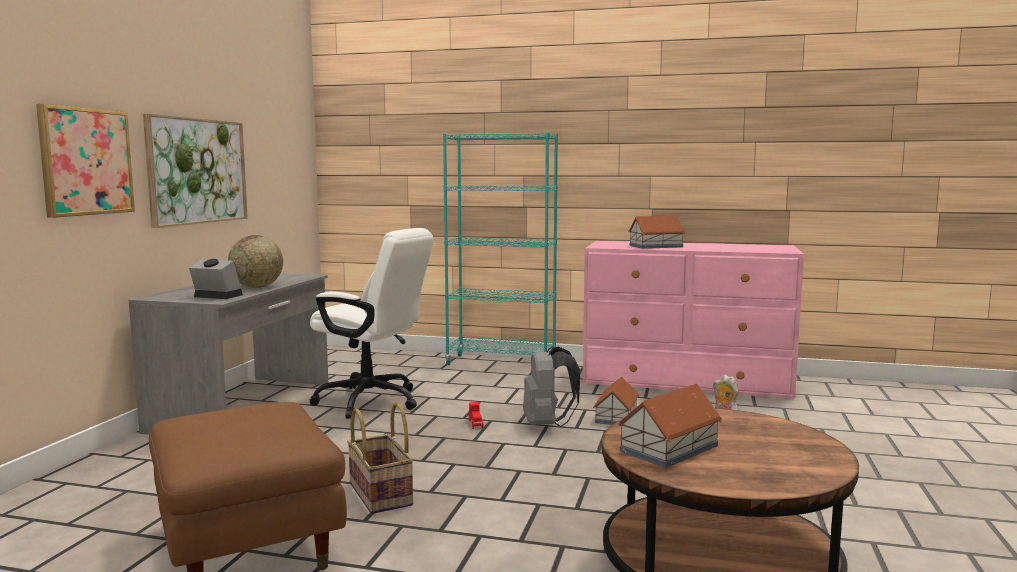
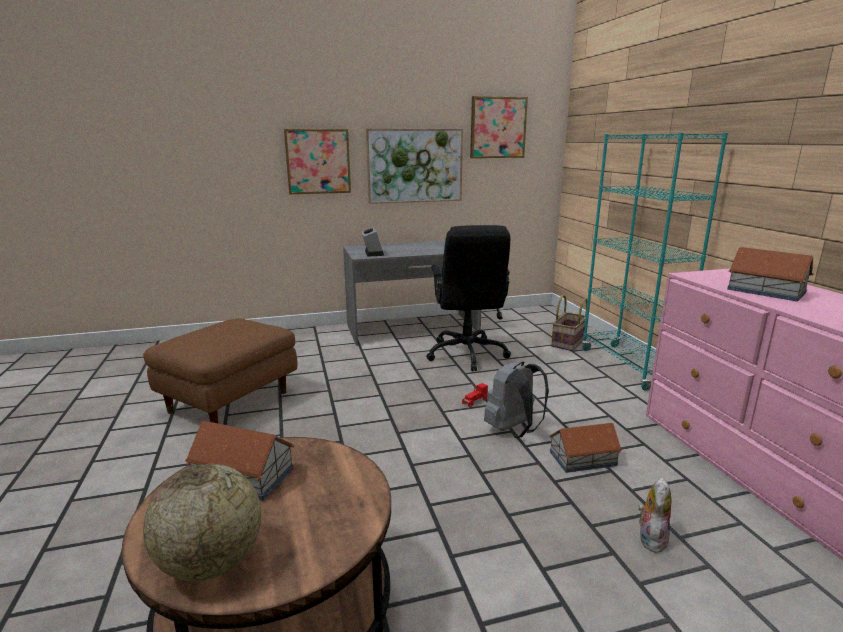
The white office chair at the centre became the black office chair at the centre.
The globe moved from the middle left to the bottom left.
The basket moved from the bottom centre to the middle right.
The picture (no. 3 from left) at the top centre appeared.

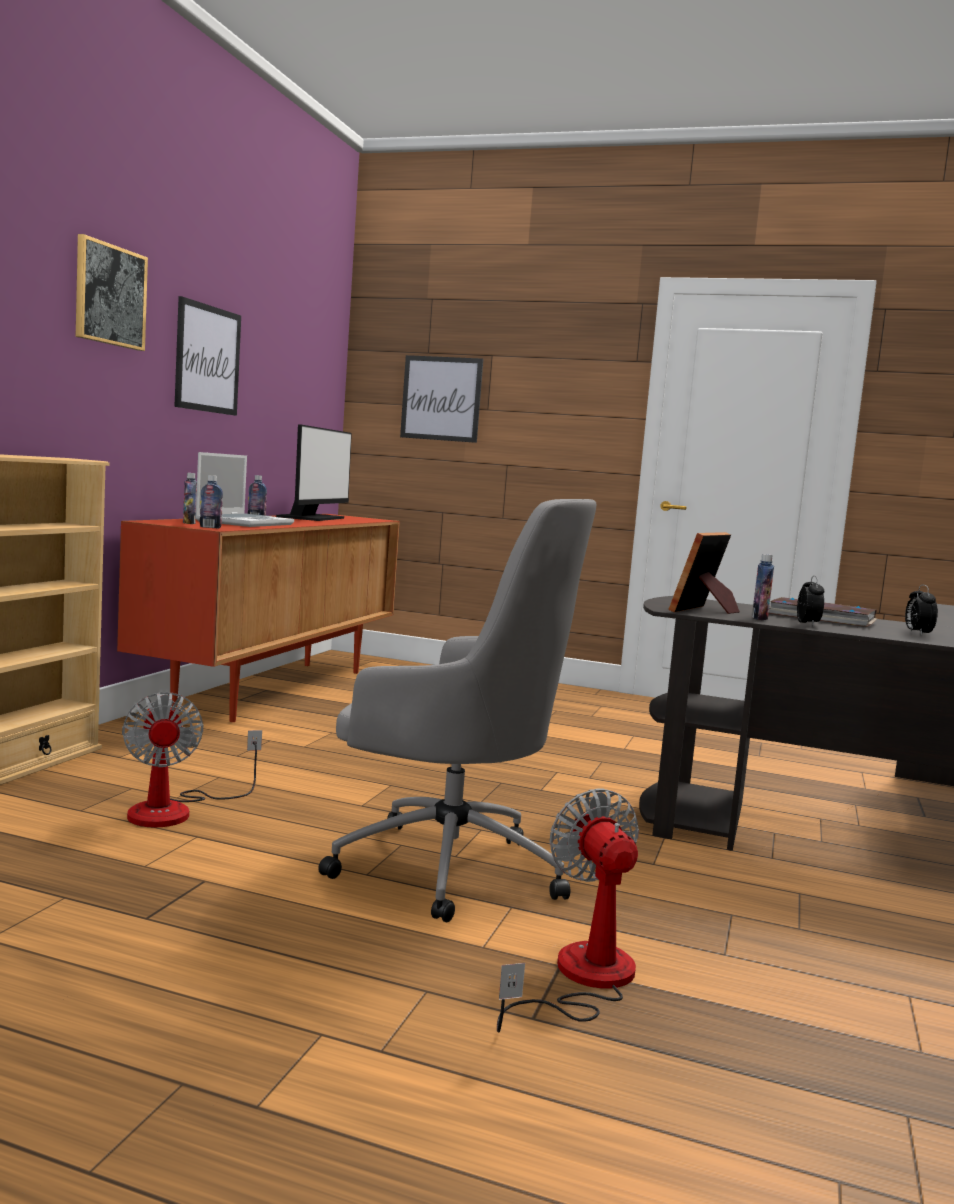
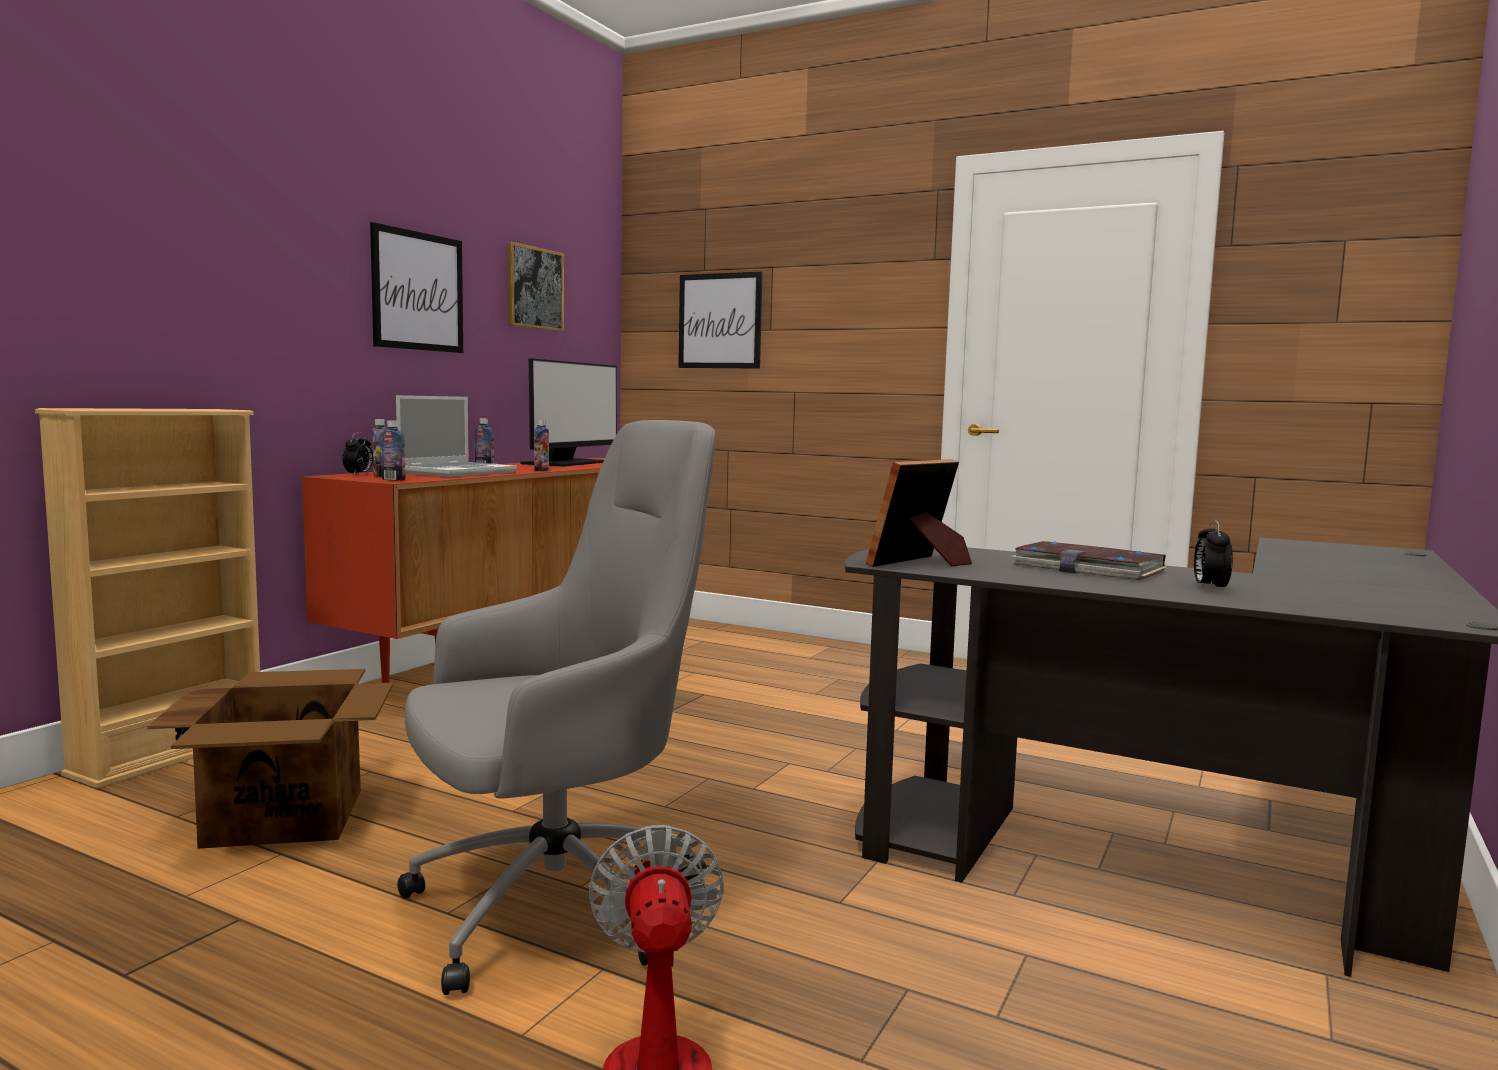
The picture (no. 1 from left in the first image) moved from the top left to the top centre.
The grey office chair at the centre turned 60 degrees counterclockwise.
The bottle (no. 4 from left) moved from the middle right to the centre.
The alarm clock (no. 1 from left) moved from the middle right to the middle left.
The fan (no. 1 from left) at the middle left was replaced by the cardboard box at the bottom left.

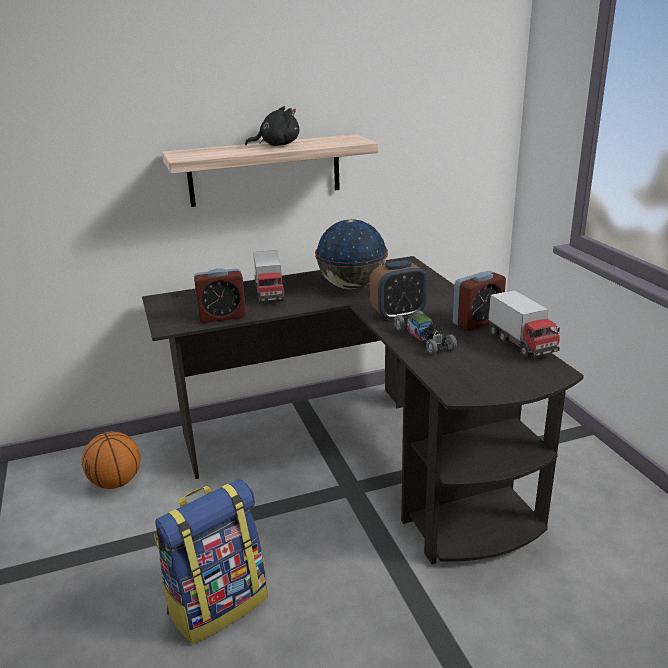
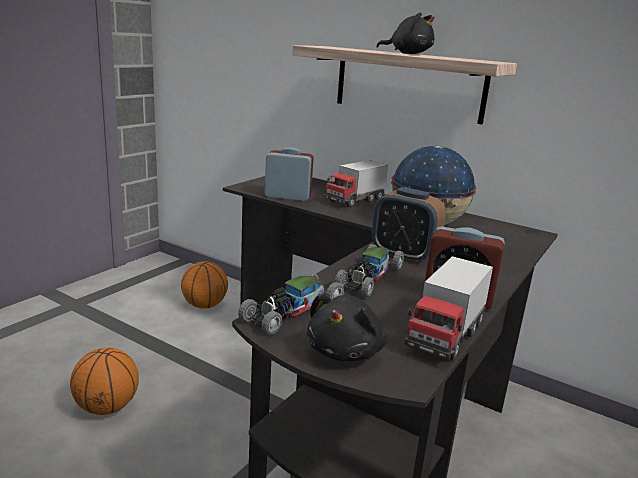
The alarm clock (no. 1 from left) at the middle left turned 150 degrees clockwise.
The backpack at the bottom left was replaced by the basketball (no. 1 from left) at the bottom left.
The toy car (no. 1 from left) at the centre appeared.
The black plush toy (no. 1 from left) at the bottom centre appeared.

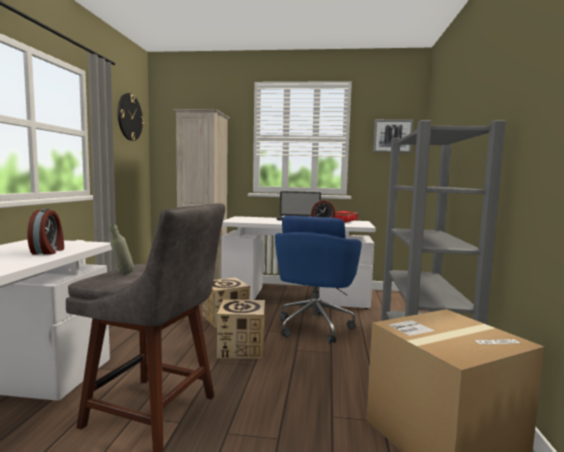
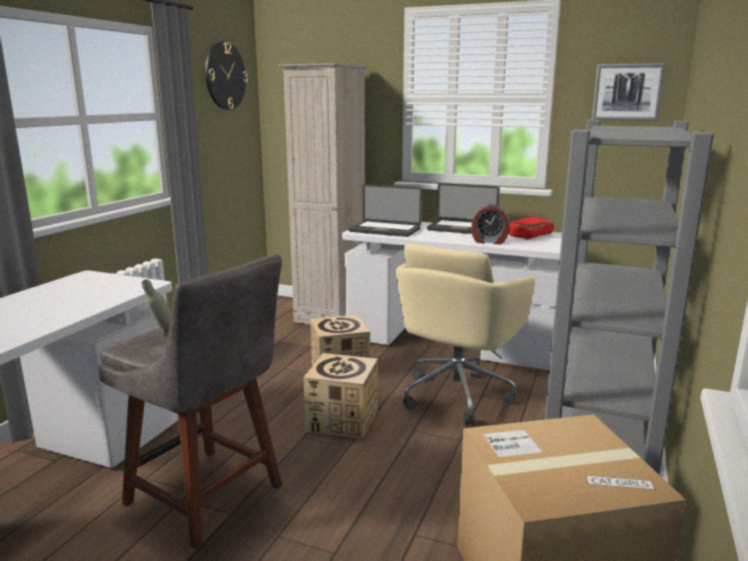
The alarm clock (no. 1 from left) at the middle left disappeared.
The blue office chair at the centre became the beige office chair at the centre.
The laptop (no. 1 from left) at the centre appeared.

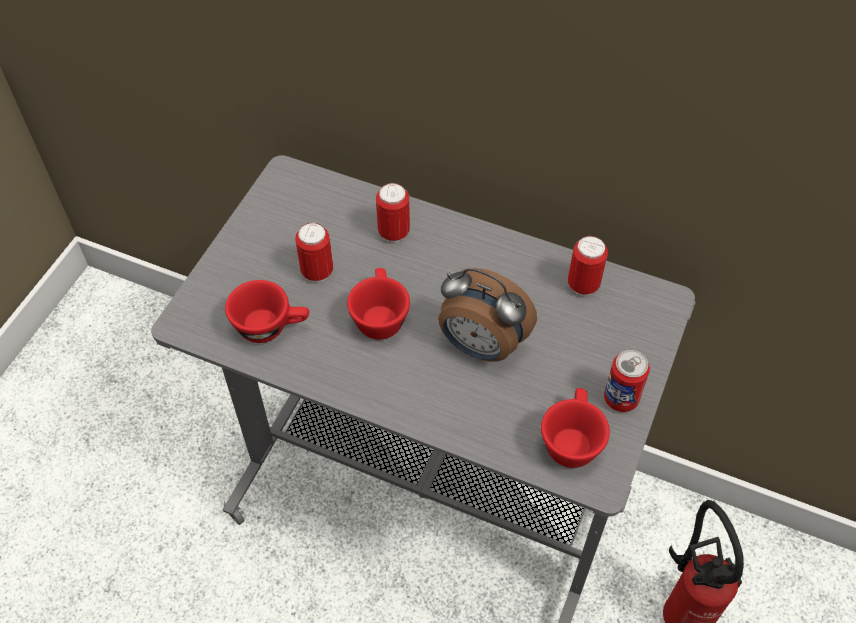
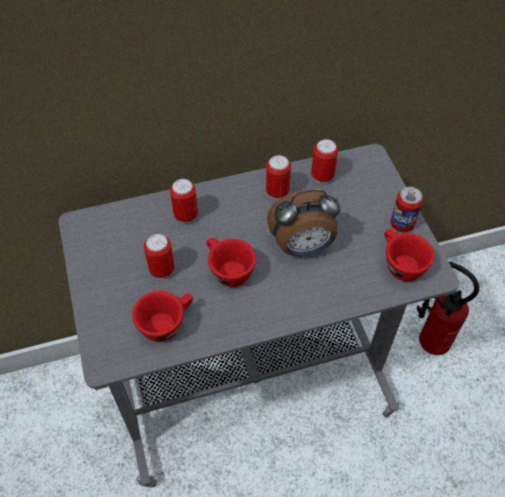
The can (no. 3 from left) at the centre appeared.

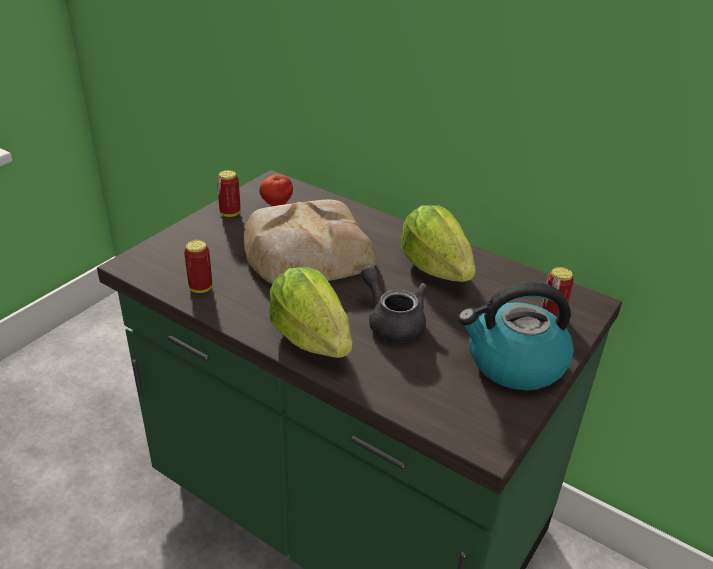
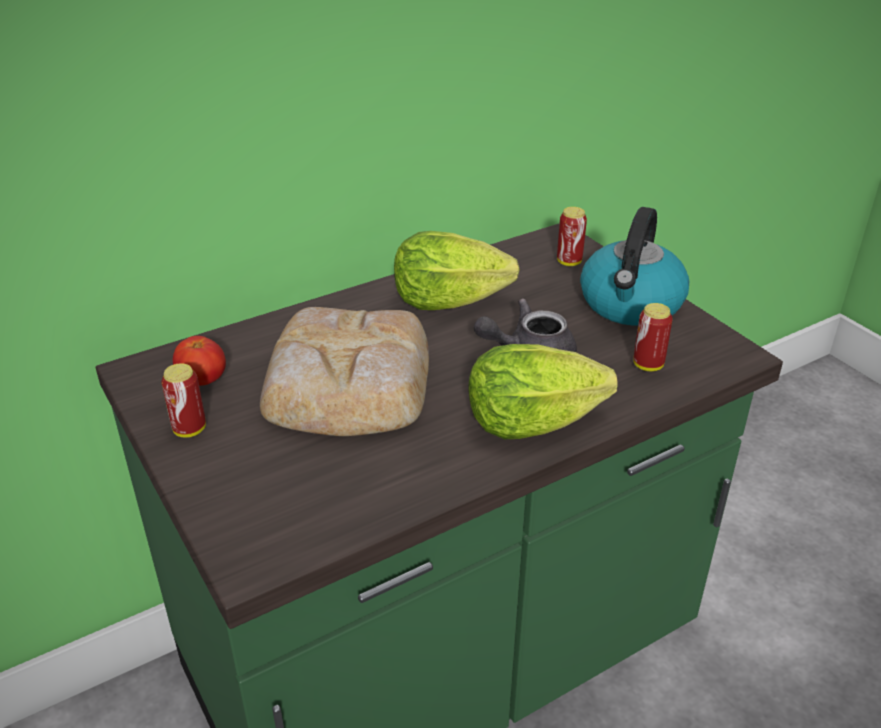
The can (no. 1 from left in the first image) moved from the middle left to the middle right.

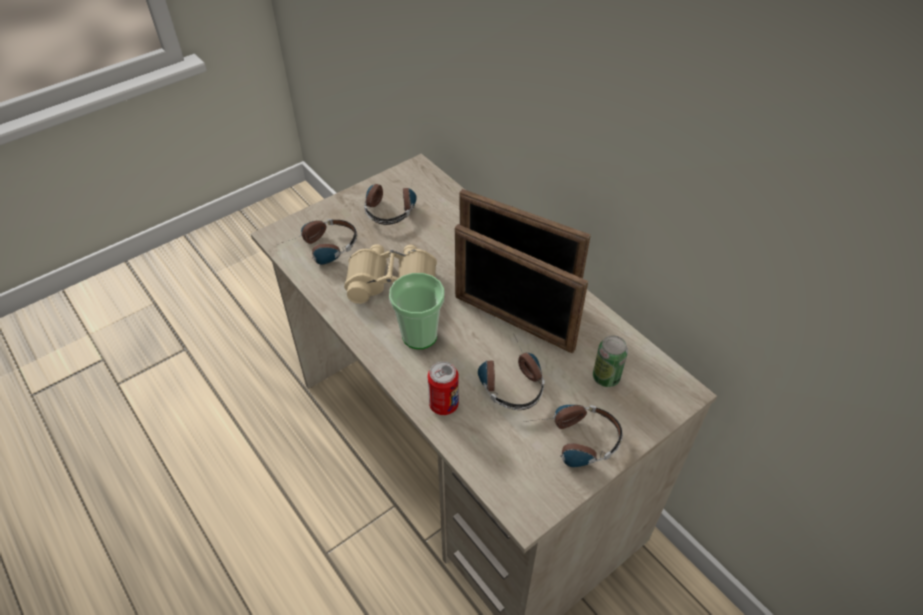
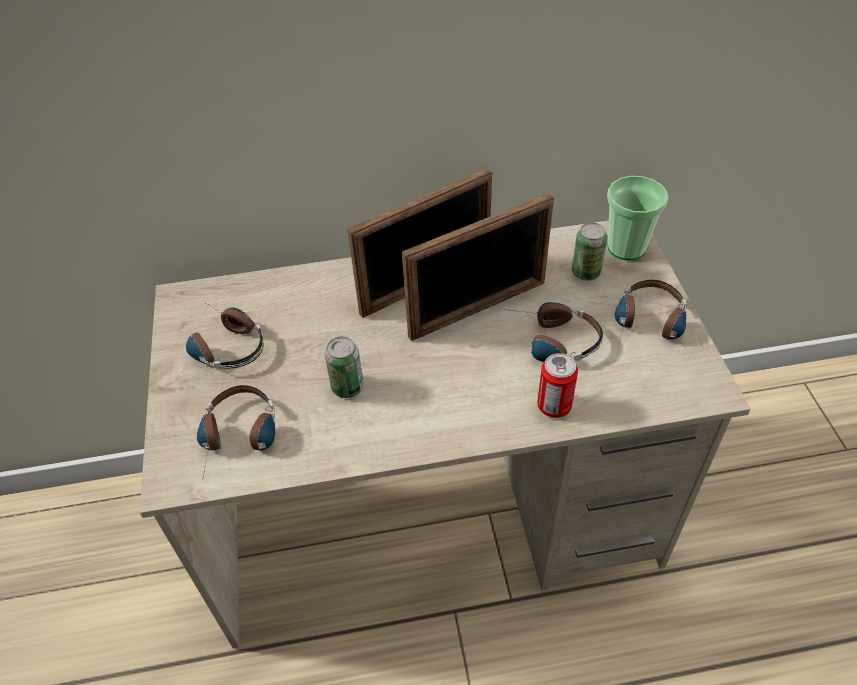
The beige binoculars at the centre was replaced by the can (no. 1 from left) at the centre.
The cup moved from the centre to the top right.

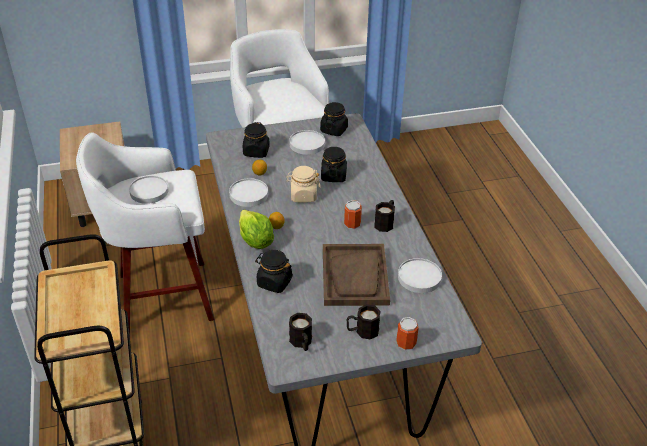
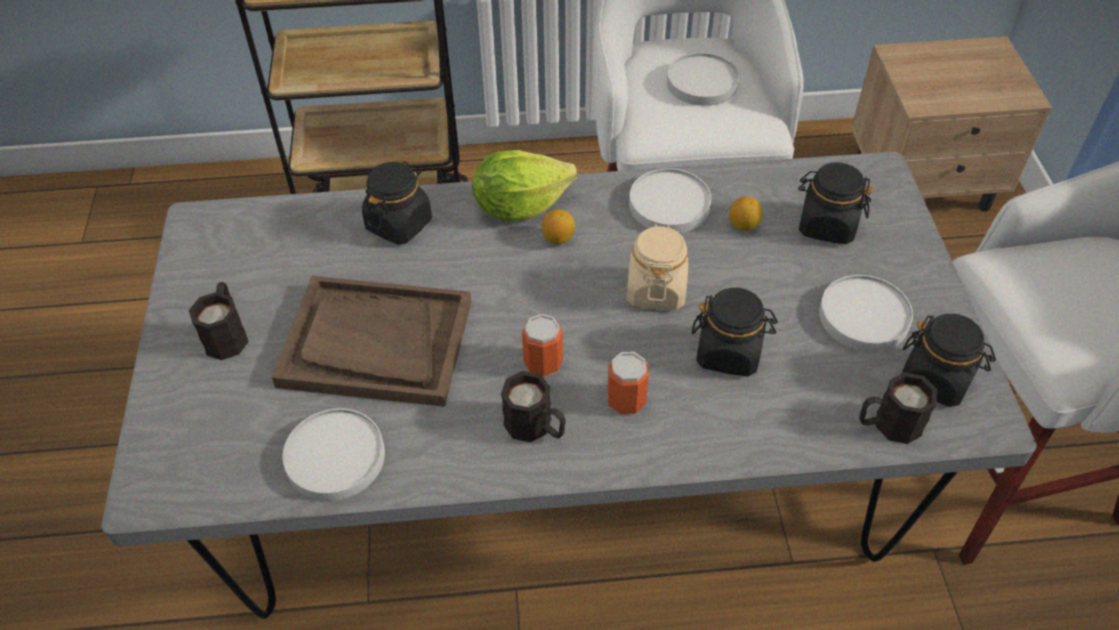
The black mug (no. 1 from left in the first image) moved from the bottom centre to the middle right.
The can (no. 2 from left) moved from the bottom centre to the centre.

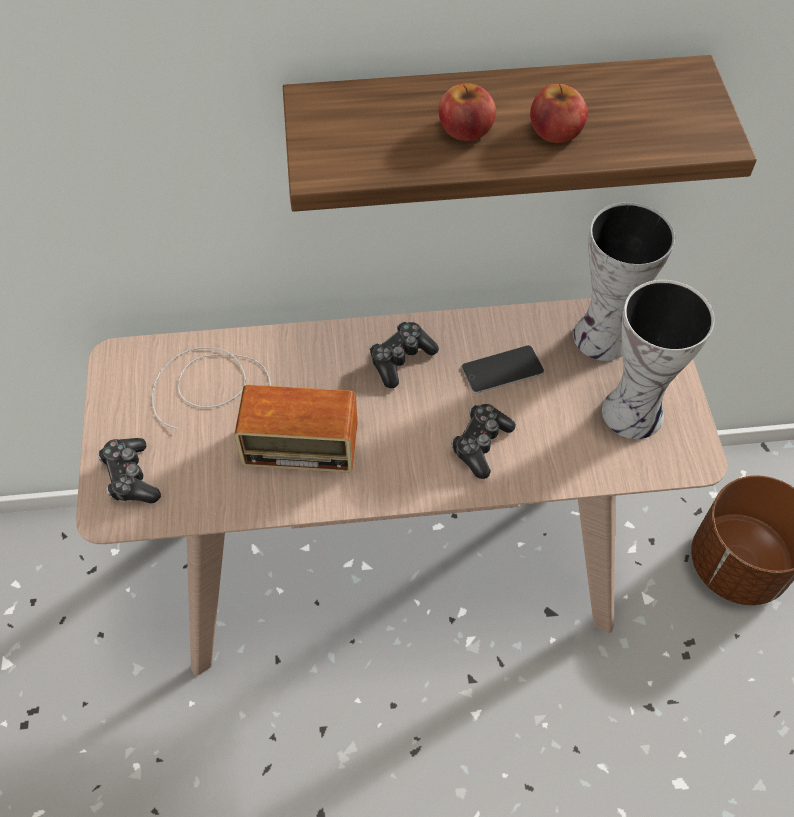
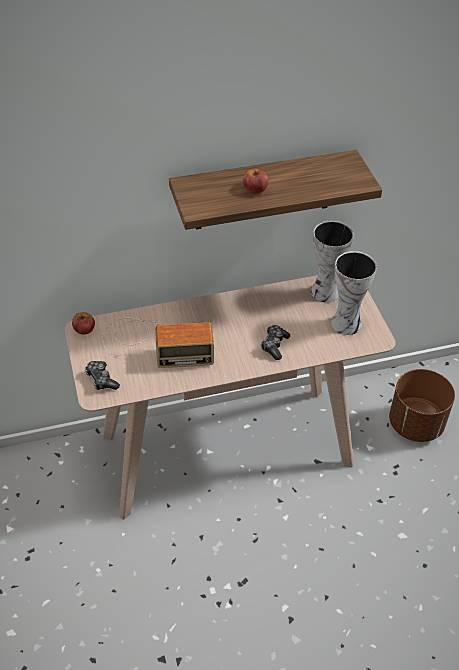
The apple (no. 2 from left in the first image) moved from the top right to the middle left.
The game controller (no. 2 from left) at the centre disappeared.
The phone at the centre disappeared.

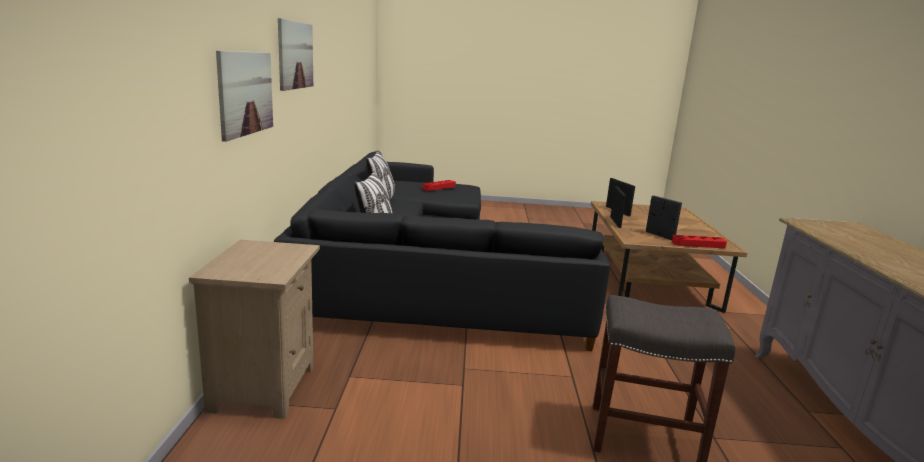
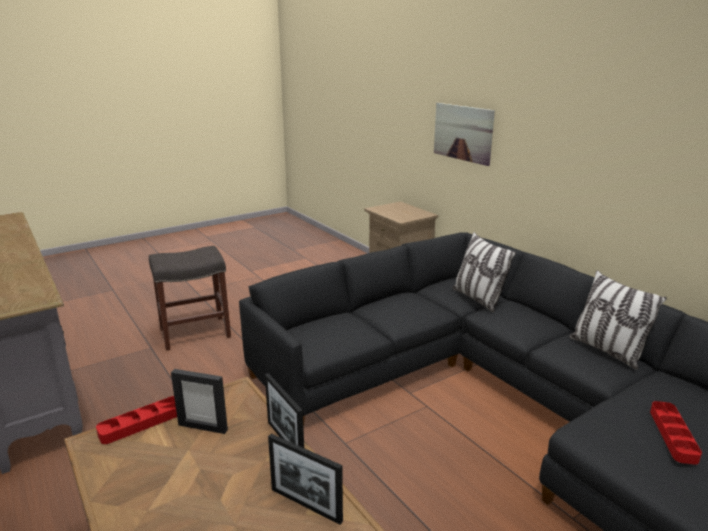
The picture (no. 2 from left) at the top left disappeared.

